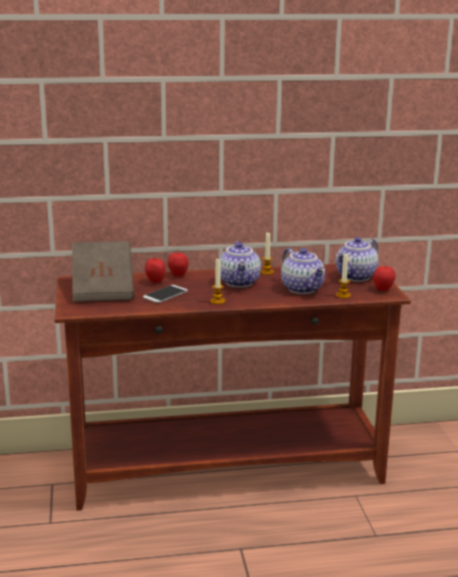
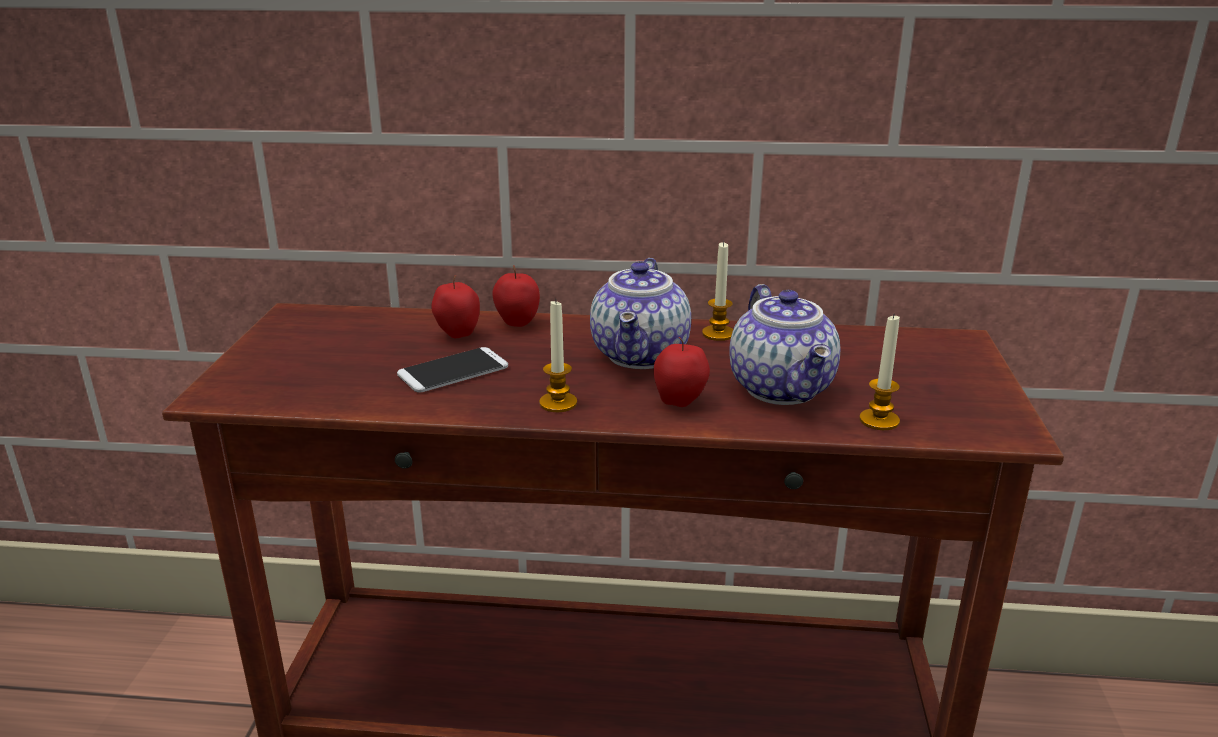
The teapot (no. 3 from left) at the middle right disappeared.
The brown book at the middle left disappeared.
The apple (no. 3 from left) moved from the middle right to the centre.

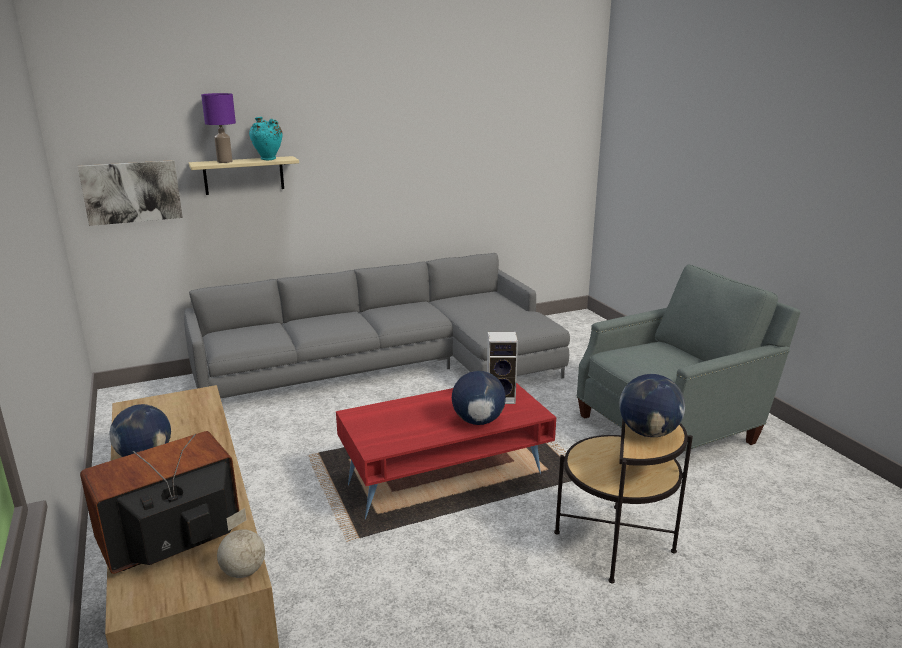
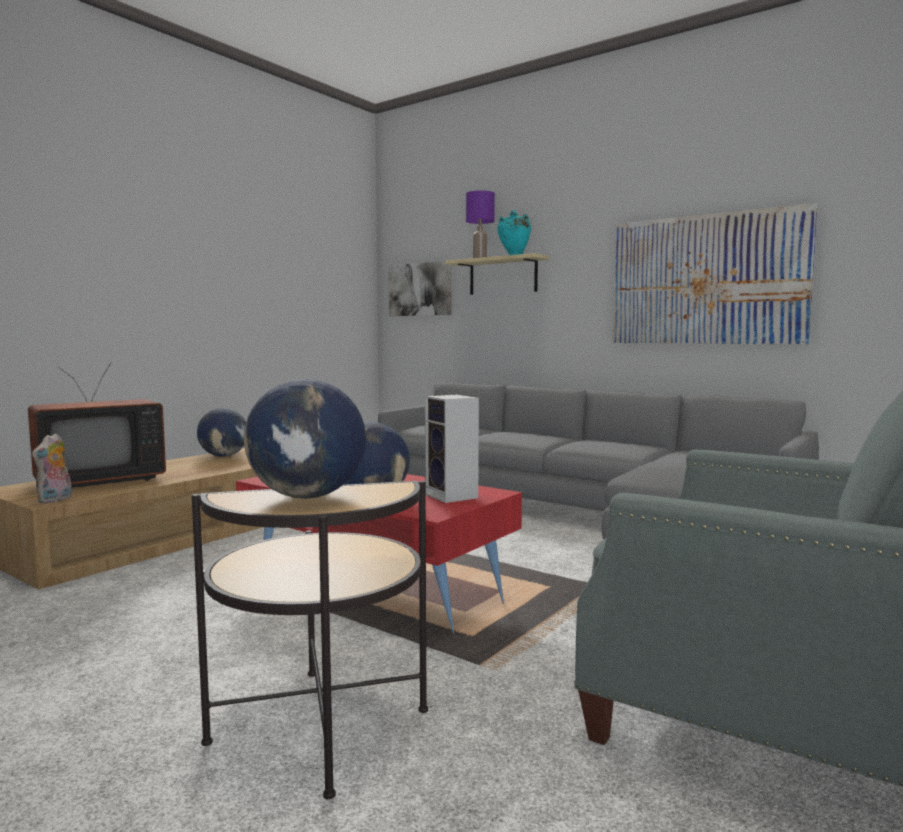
The television at the bottom left turned 120 degrees clockwise.
The globe (no. 2 from left) at the bottom left was replaced by the plush toy at the middle left.
The picture (no. 2 from left) at the top right appeared.

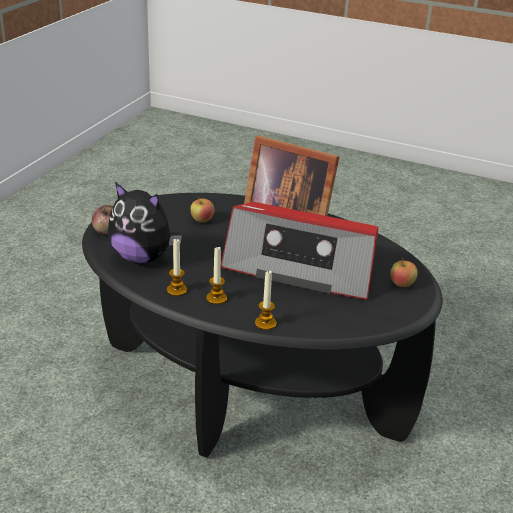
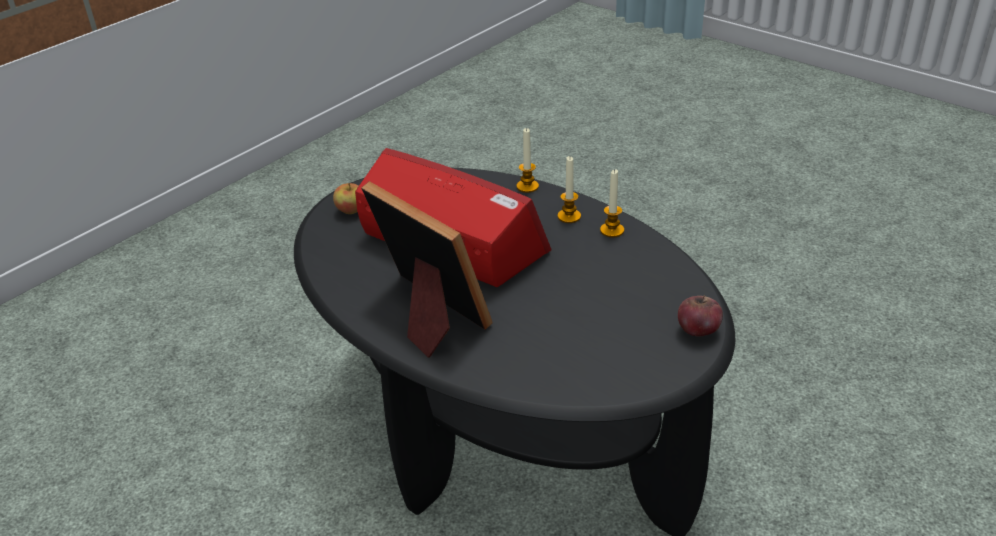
The plush toy at the middle left disappeared.
The apple (no. 2 from left) at the centre disappeared.

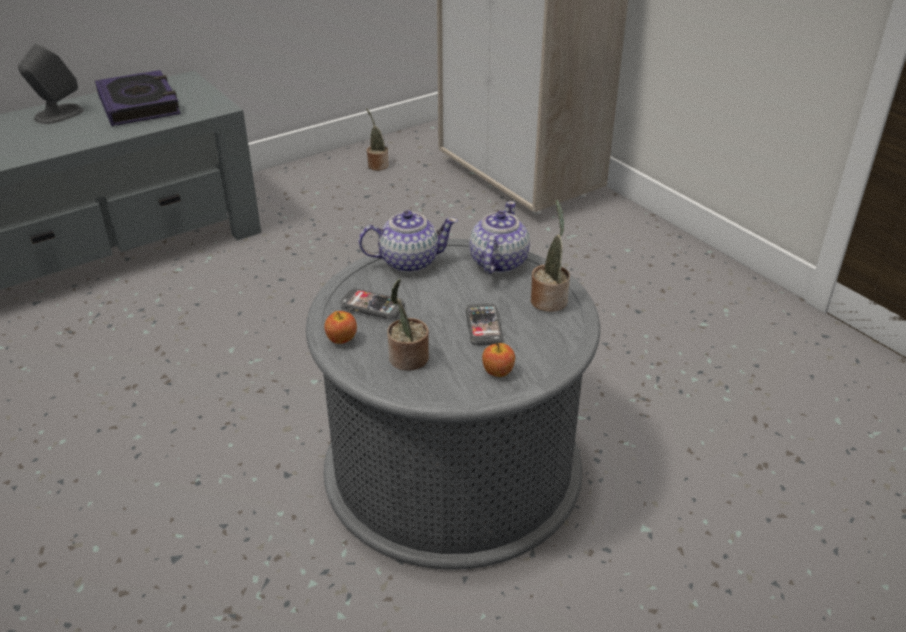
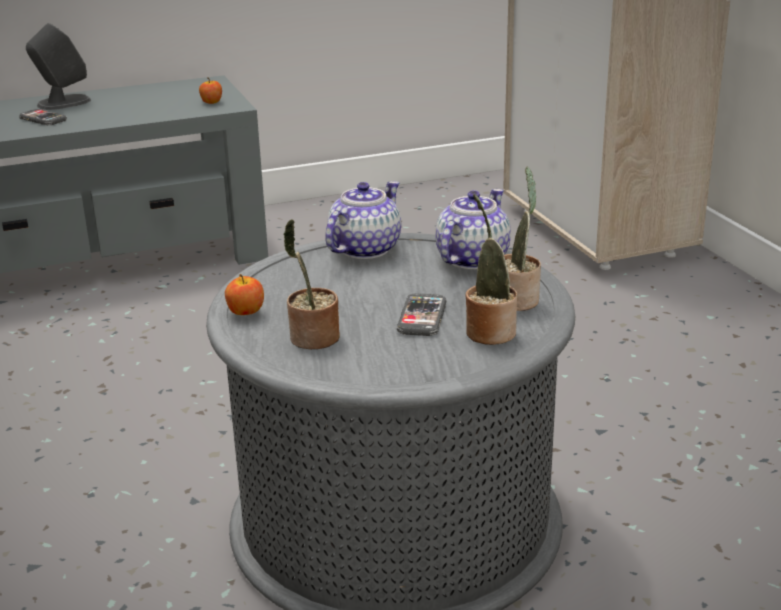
The book at the top left disappeared.
The potted plant (no. 1 from left in the first image) moved from the top centre to the centre.
The teapot (no. 1 from left) at the centre turned 60 degrees counterclockwise.
The phone (no. 1 from left) moved from the centre to the top left.
The apple (no. 2 from left in the first image) moved from the centre to the top left.

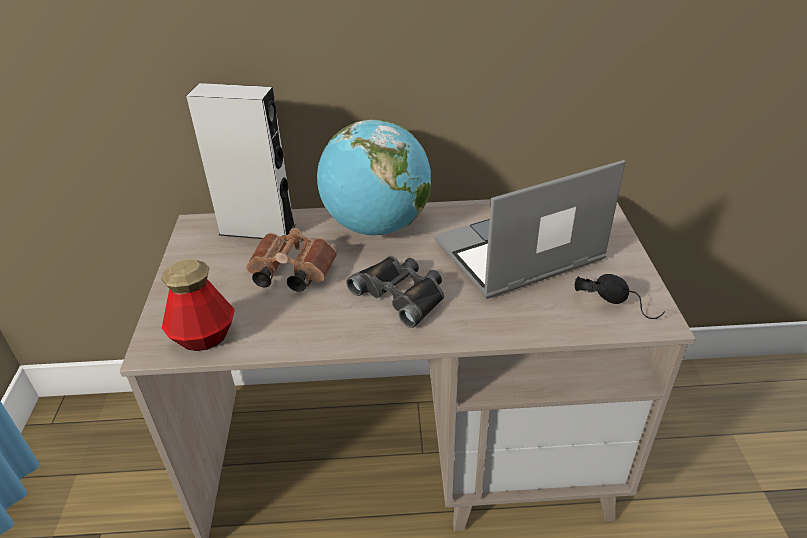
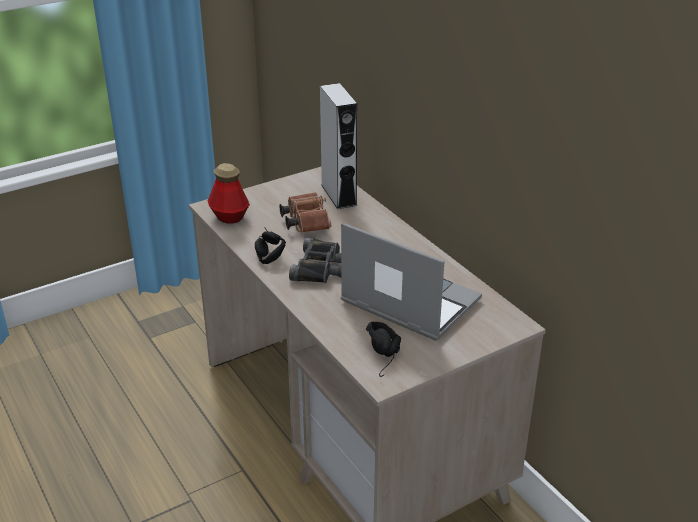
The globe at the top centre disappeared.
The black headphones (no. 1 from left) at the centre appeared.

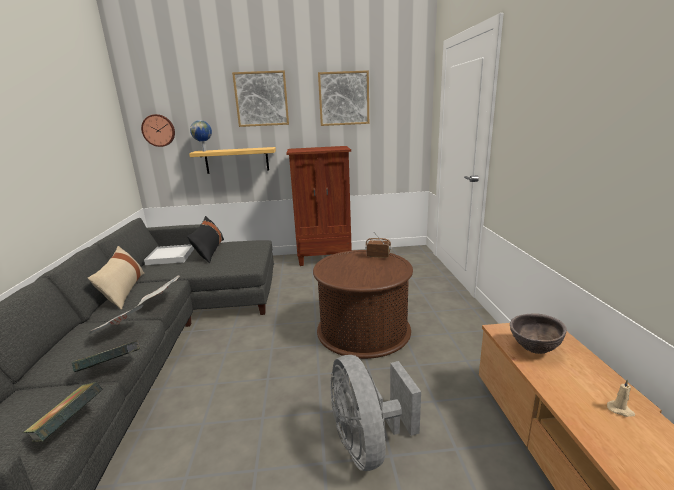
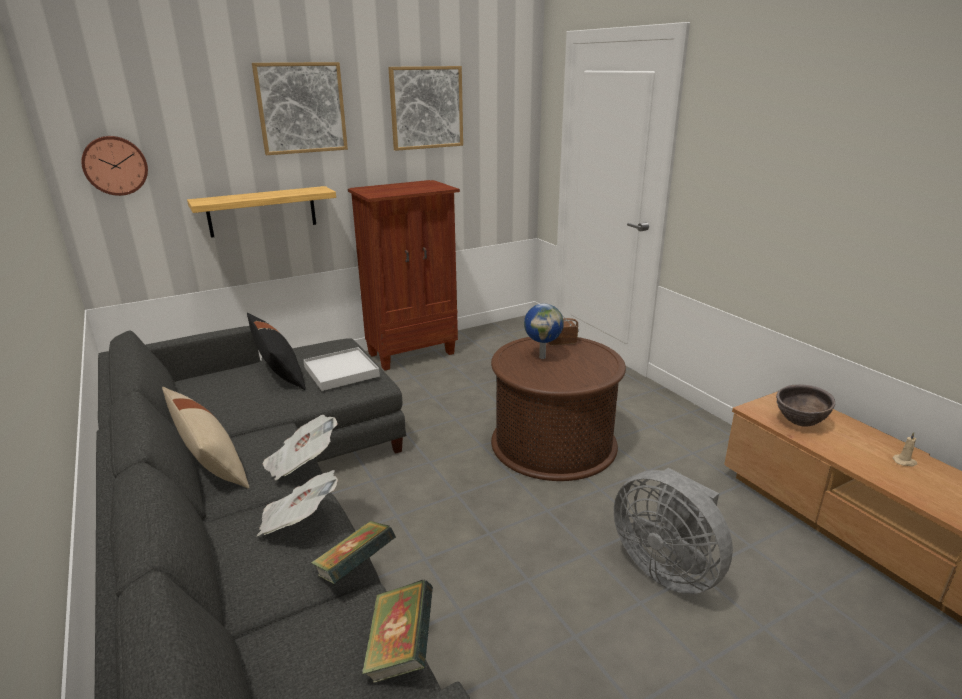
The globe moved from the top left to the centre.
The white tray moved from the middle left to the centre.

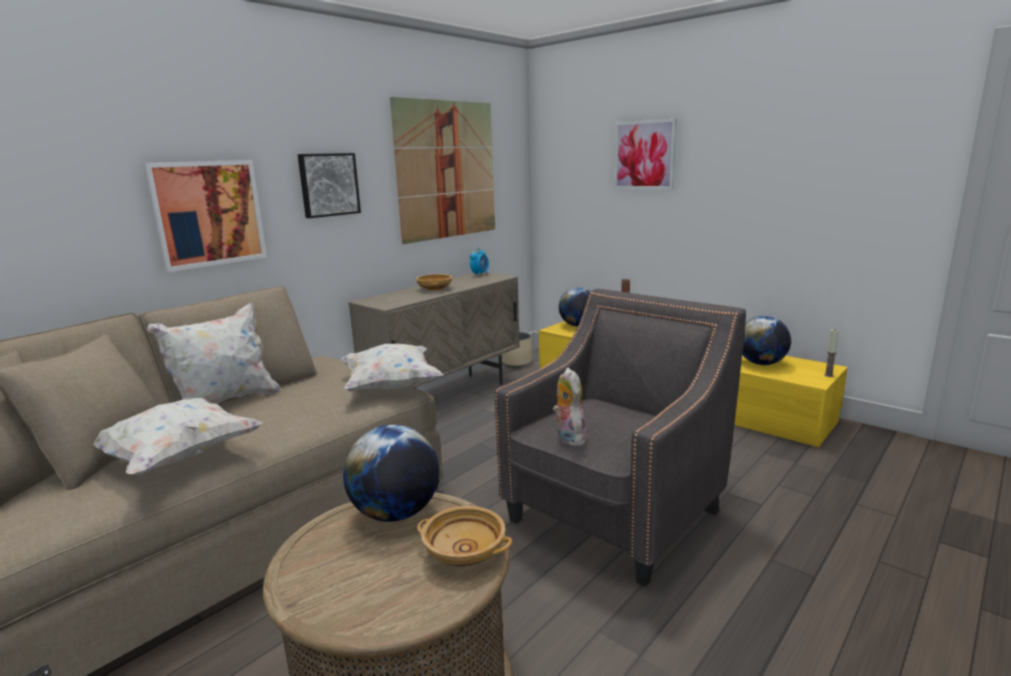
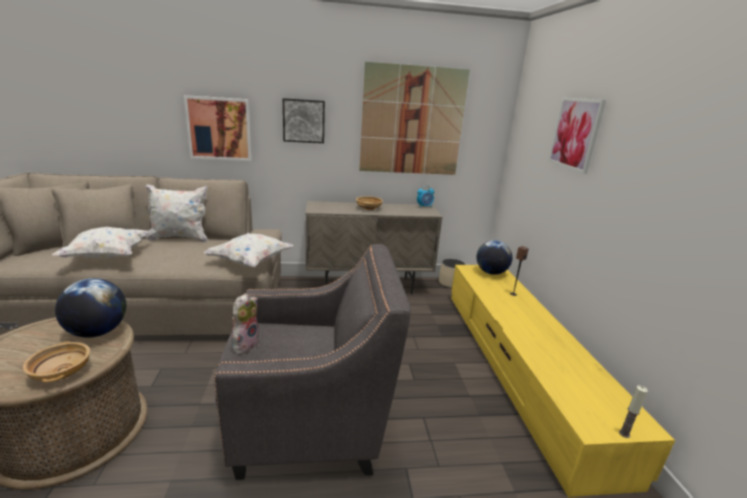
The globe (no. 3 from left) at the middle right disappeared.

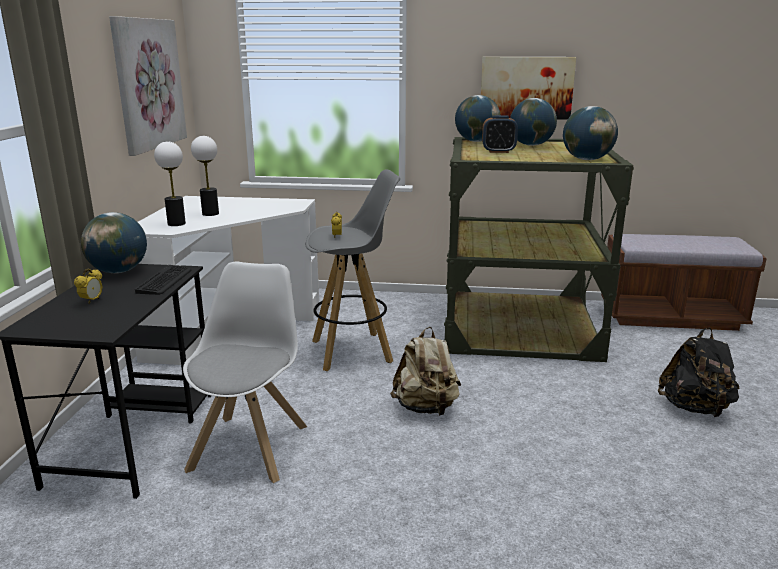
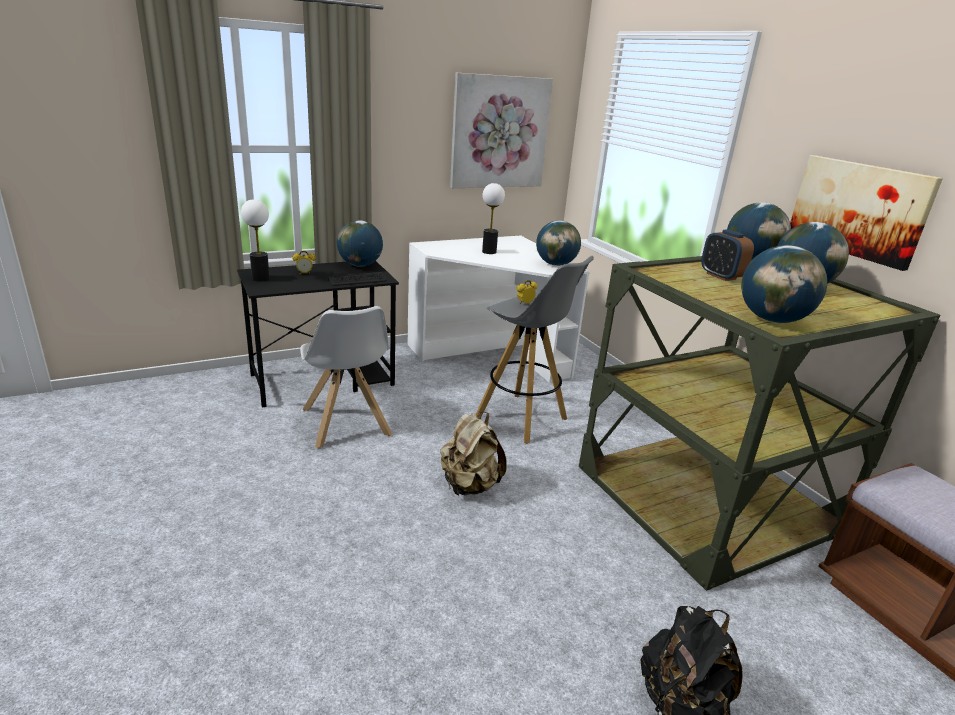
The table lamp (no. 1 from left) moved from the top left to the middle left.
The chair at the middle left turned 90 degrees clockwise.
The globe (no. 2 from left) at the centre appeared.

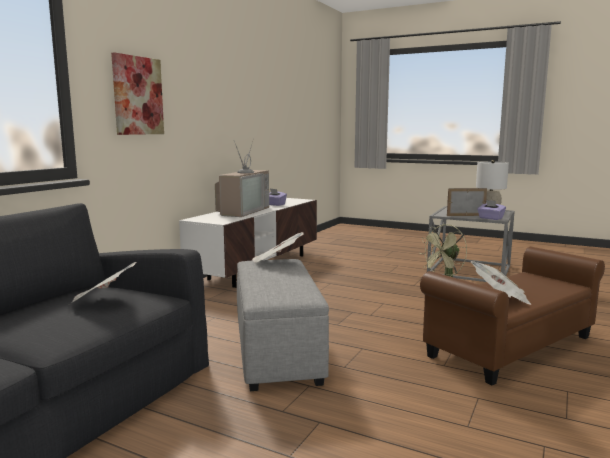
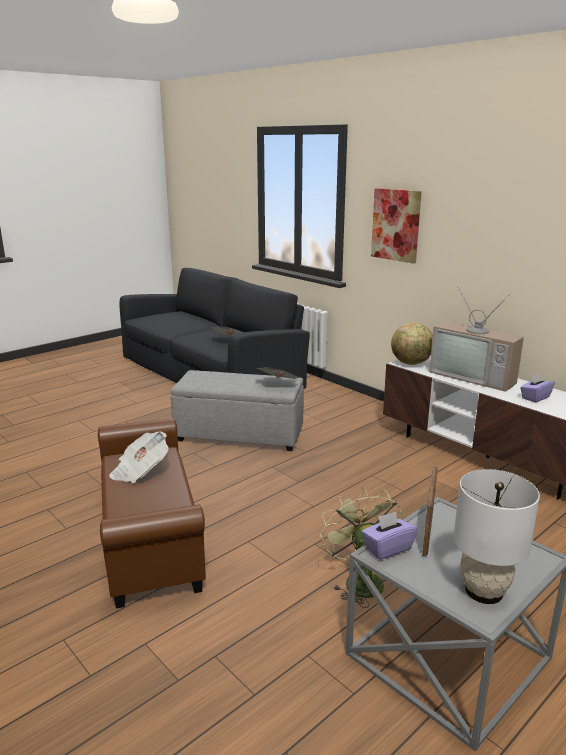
The globe at the middle right appeared.

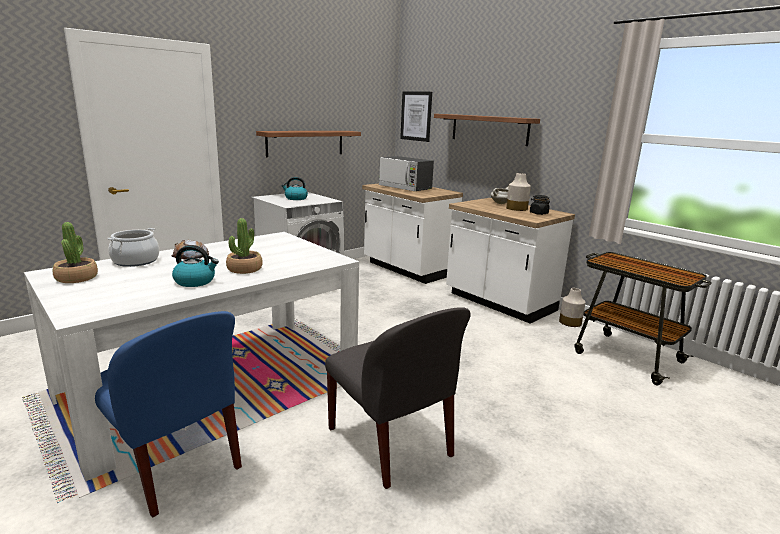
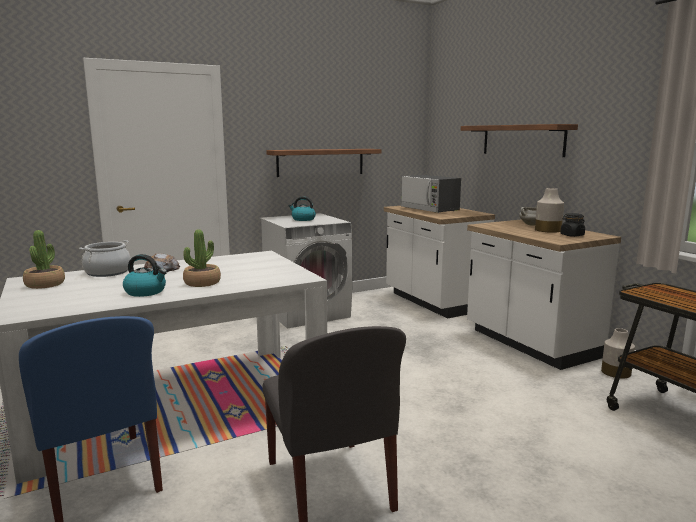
The picture at the top centre disappeared.

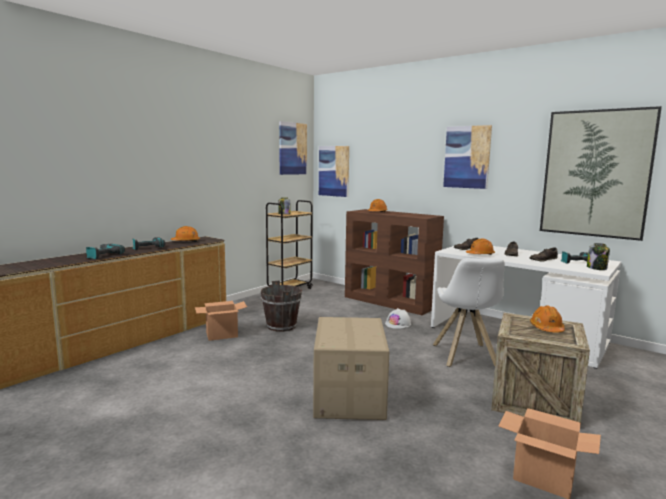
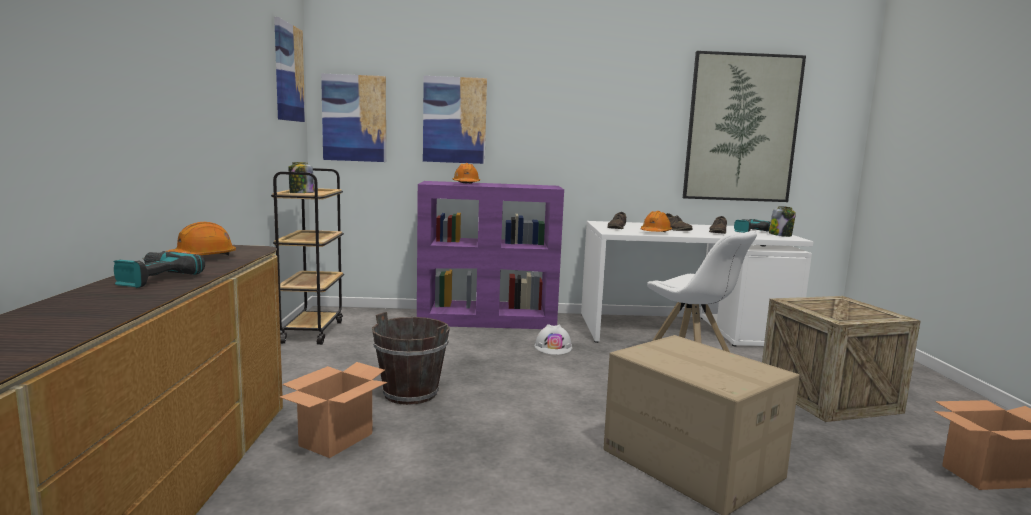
The picture (no. 3 from left) moved from the top right to the top centre.
The brown bookcase at the centre became the purple bookcase at the centre.
The power drill (no. 1 from left) at the middle left disappeared.
The orange hard hat (no. 4 from left) at the middle right disappeared.

